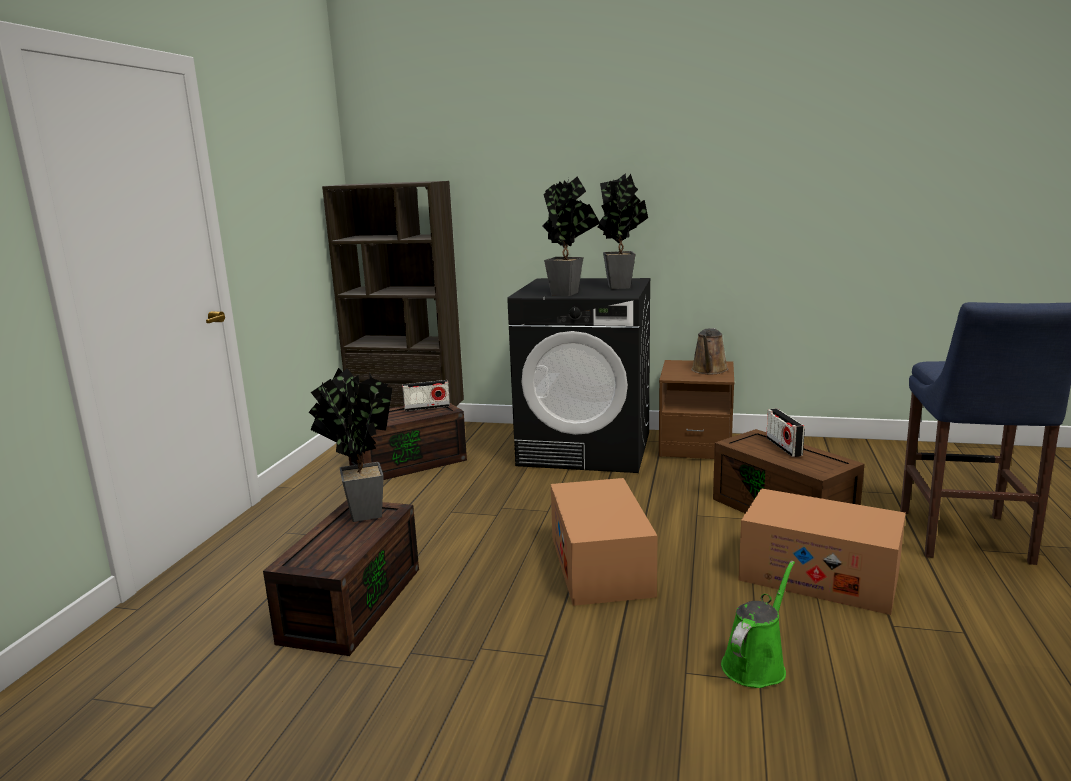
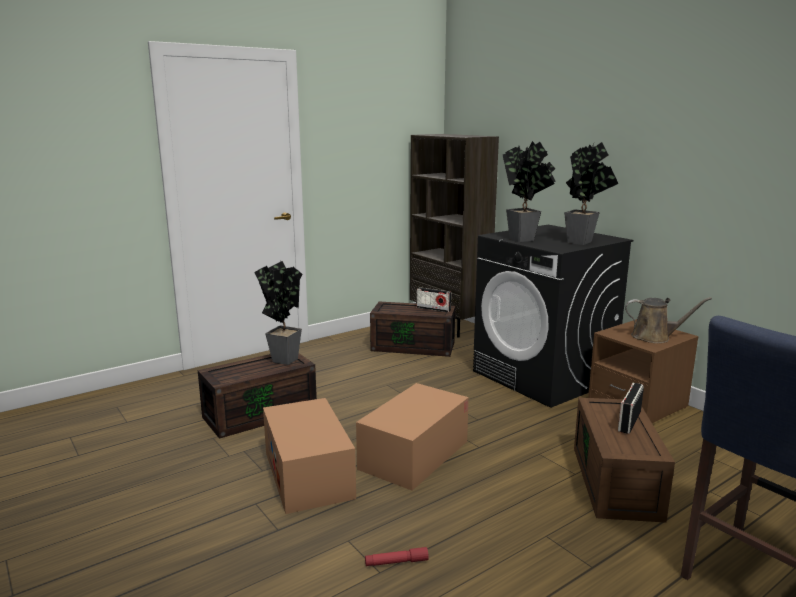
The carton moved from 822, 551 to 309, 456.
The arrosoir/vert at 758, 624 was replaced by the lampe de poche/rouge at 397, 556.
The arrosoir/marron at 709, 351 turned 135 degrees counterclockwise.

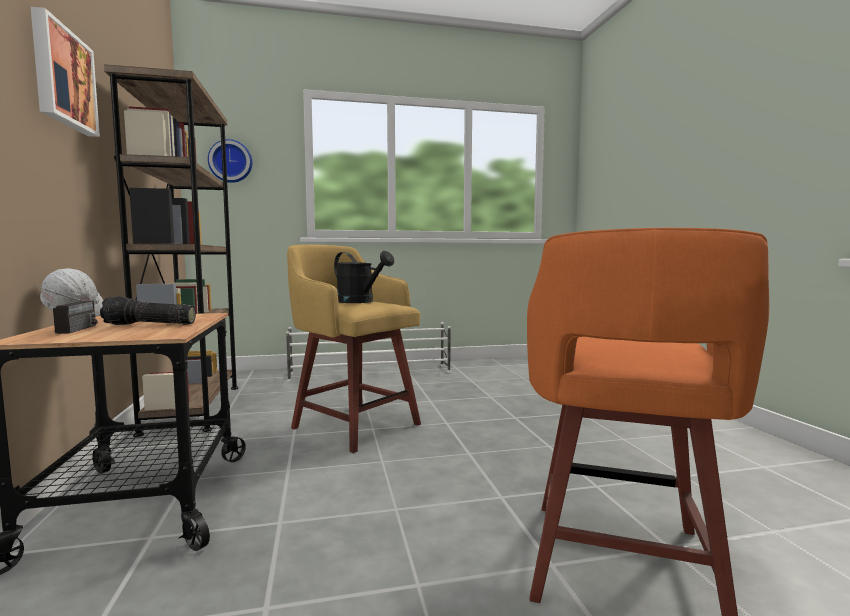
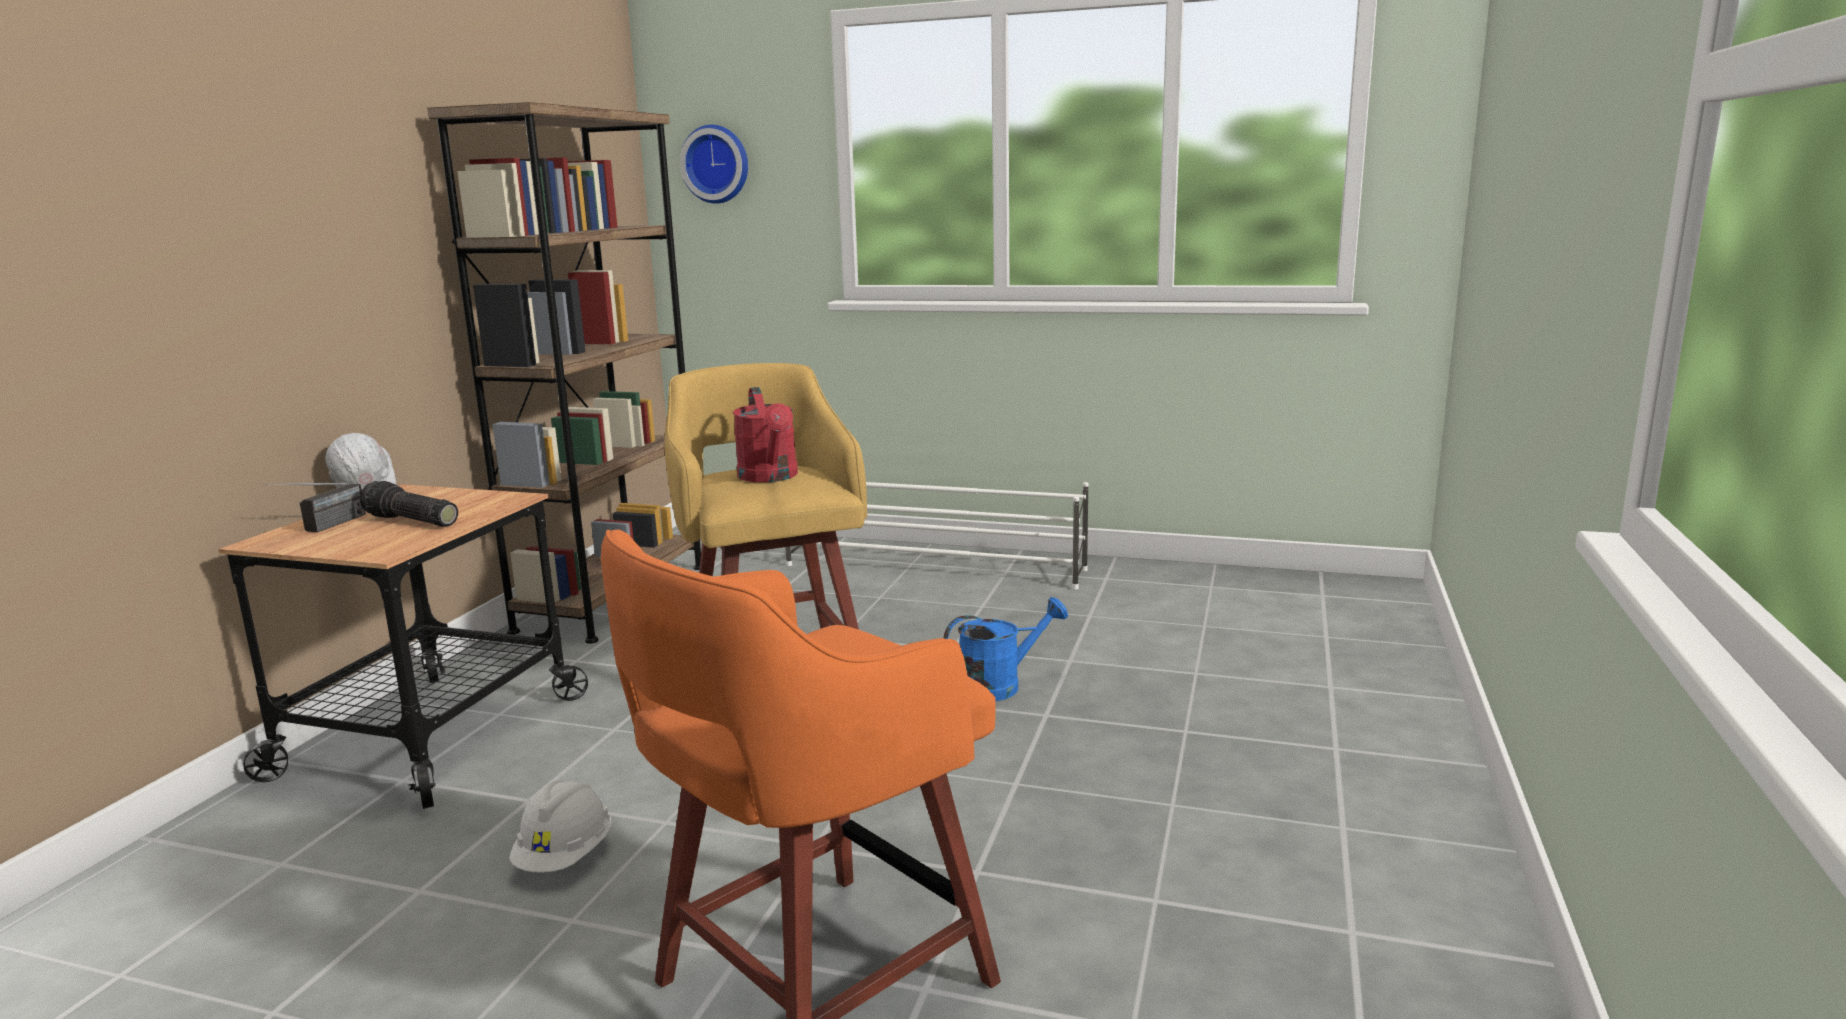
The casque de chantier/blanc at 560, 826 appeared.
The arrosoir/noir at 364, 277 became the arrosoir/rouge at 765, 434.
The arrosoir/bleu at 1006, 649 appeared.
The tableau at 65, 72 disappeared.

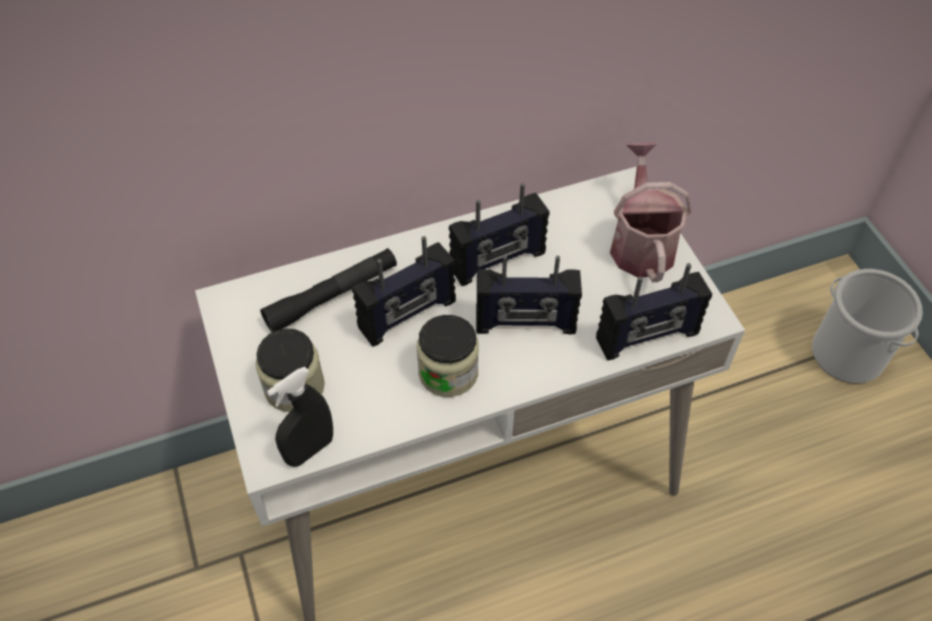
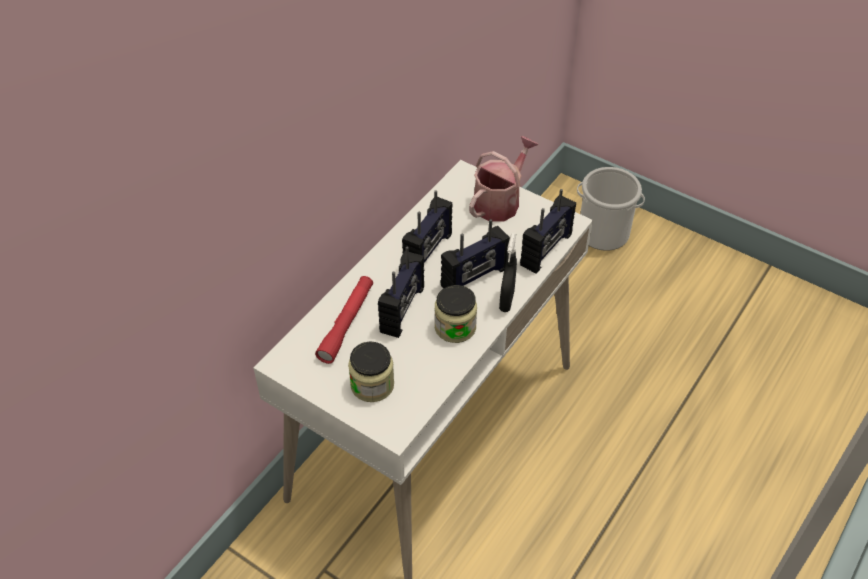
The lampe de poche/noir at 328, 290 became the lampe de poche/rouge at 344, 320.
The arrosoir at 651, 212 turned 75 degrees clockwise.
The vaporisateur/noir moved from 300, 417 to 508, 272.

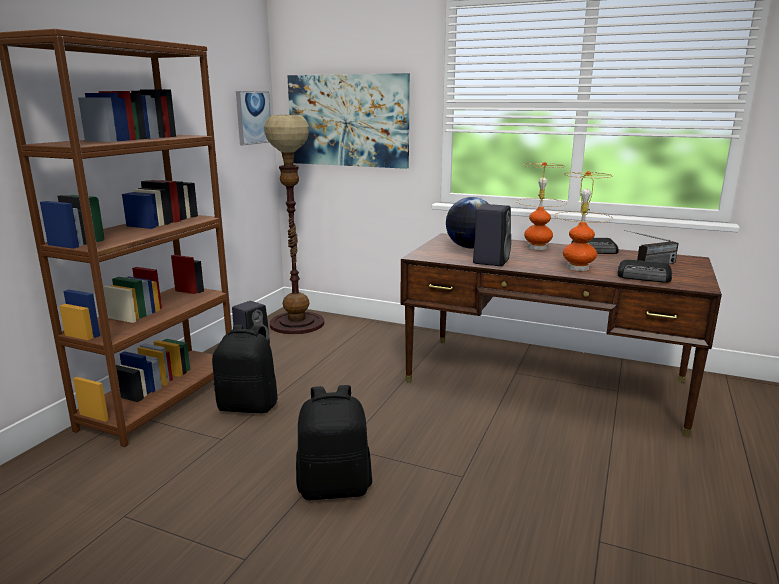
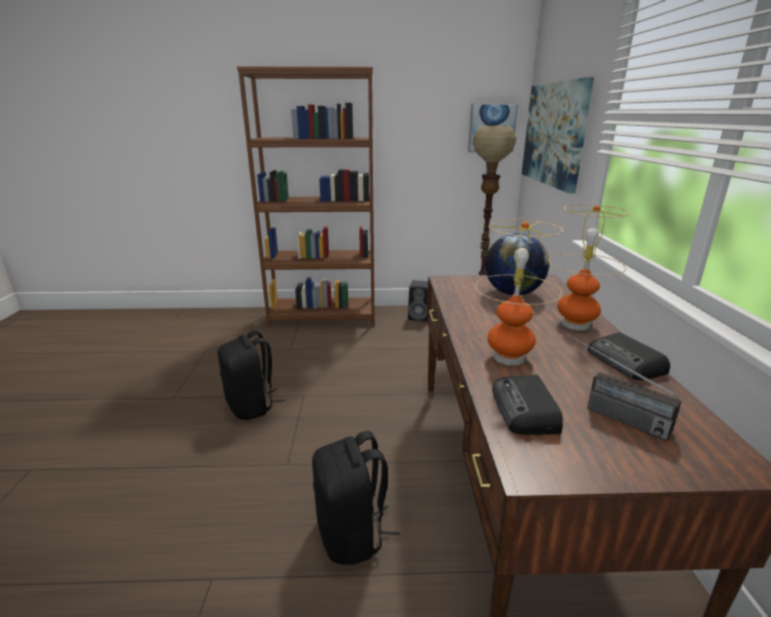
The sac à dos/noir moved from 245, 369 to 356, 498.
The enceinte/noir at 492, 235 disappeared.

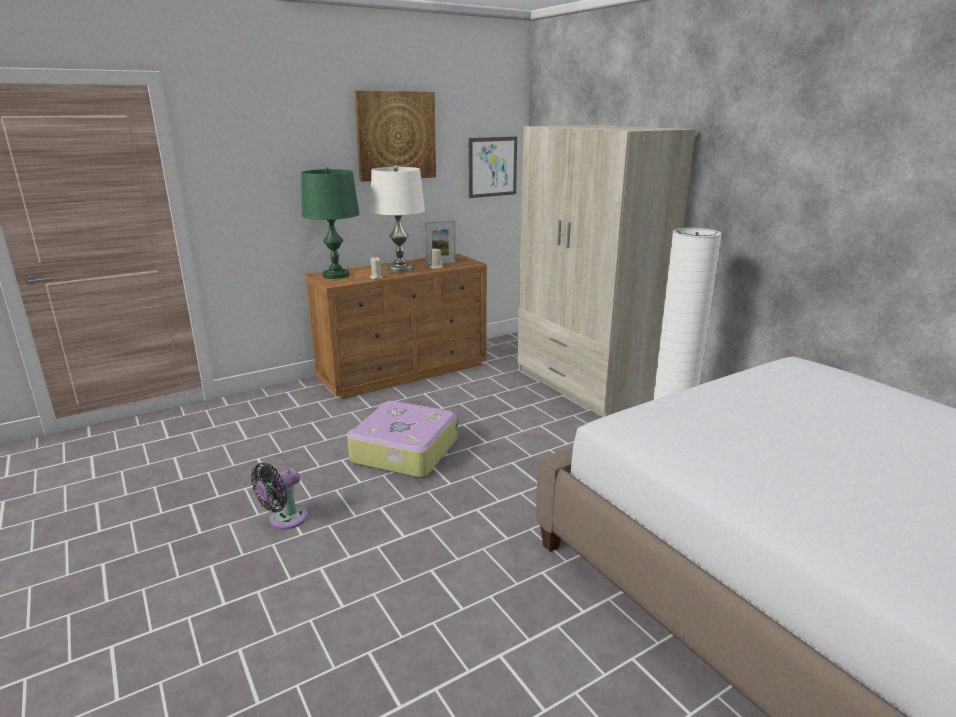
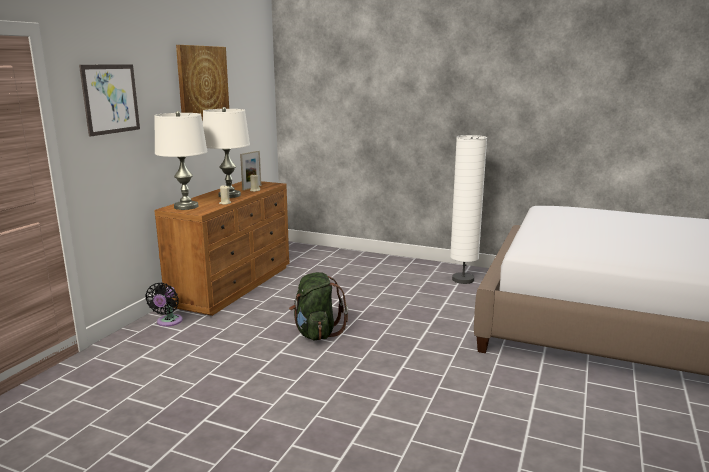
The tableau moved from 492, 167 to 109, 100.
The ventilateur/noir moved from 279, 496 to 164, 305.
The lampe de table/vert at 330, 223 became the lampe de table/blanc at 180, 160.
The valise at 402, 439 was replaced by the sac à dos/vert at 318, 306.
The armoire/beige at 606, 271 disappeared.

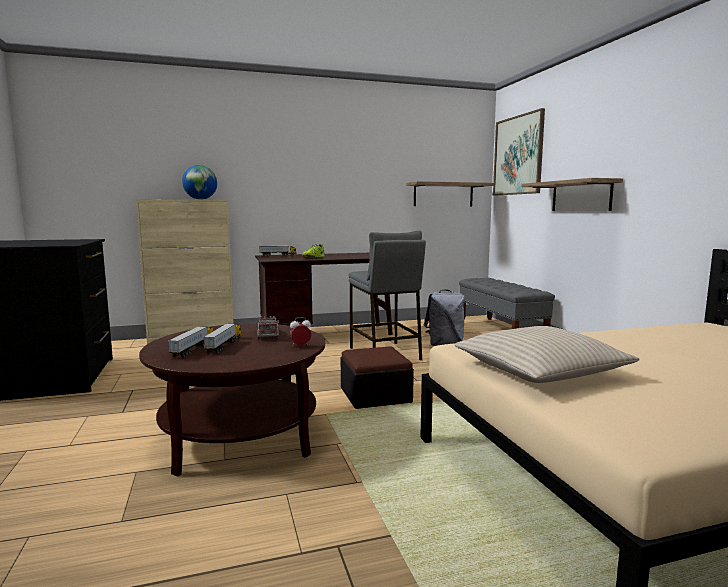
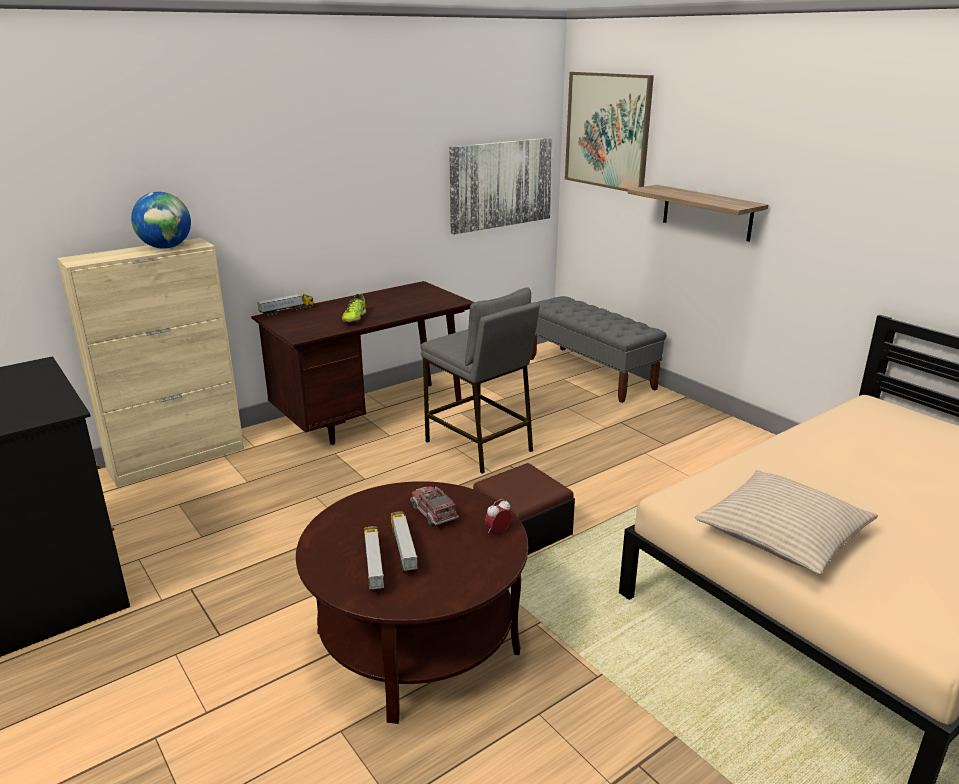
The étagère at 450, 193 was replaced by the tableau at 501, 186.
The sac à dos/gris at 444, 317 disappeared.

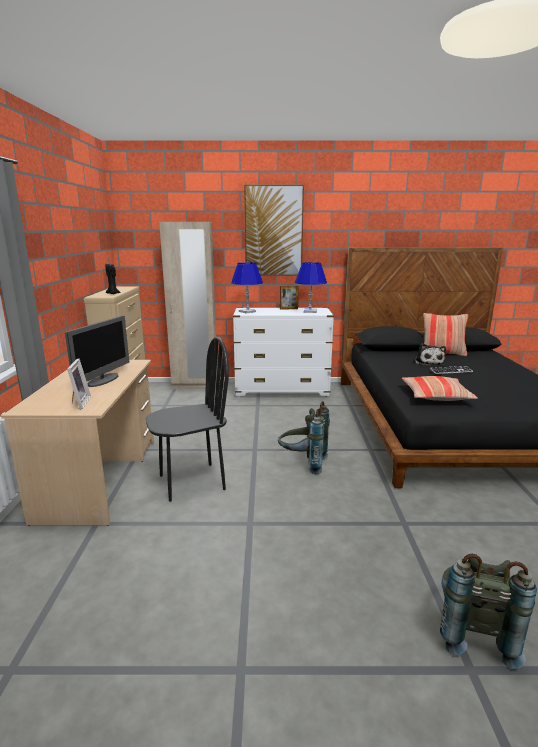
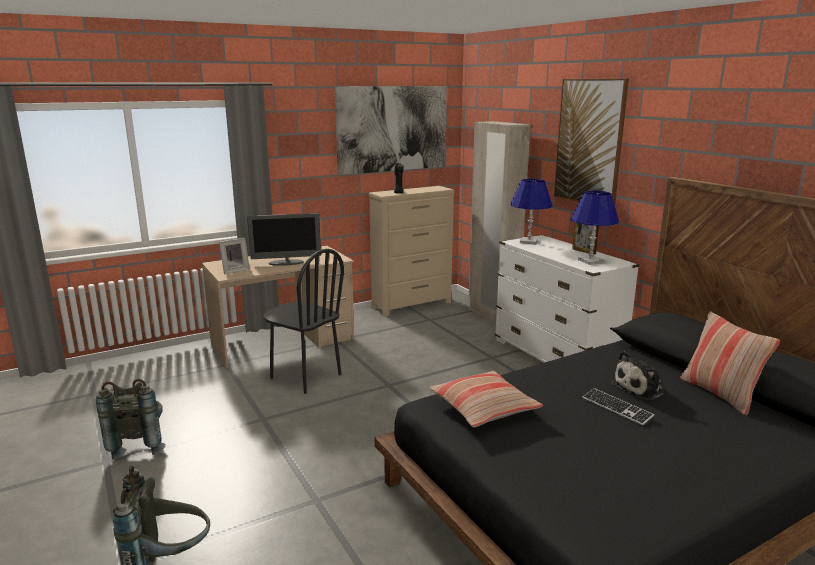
The sac à dos/gris moved from 304, 438 to 131, 419.
The tableau at 391, 130 appeared.

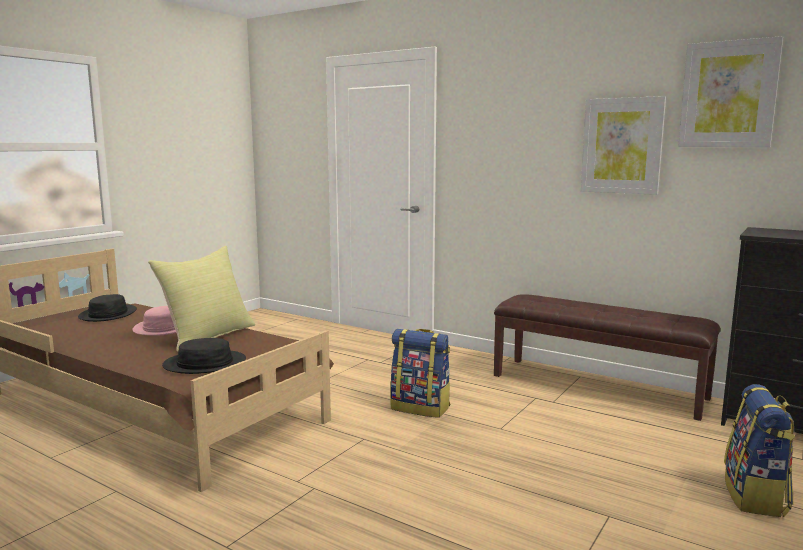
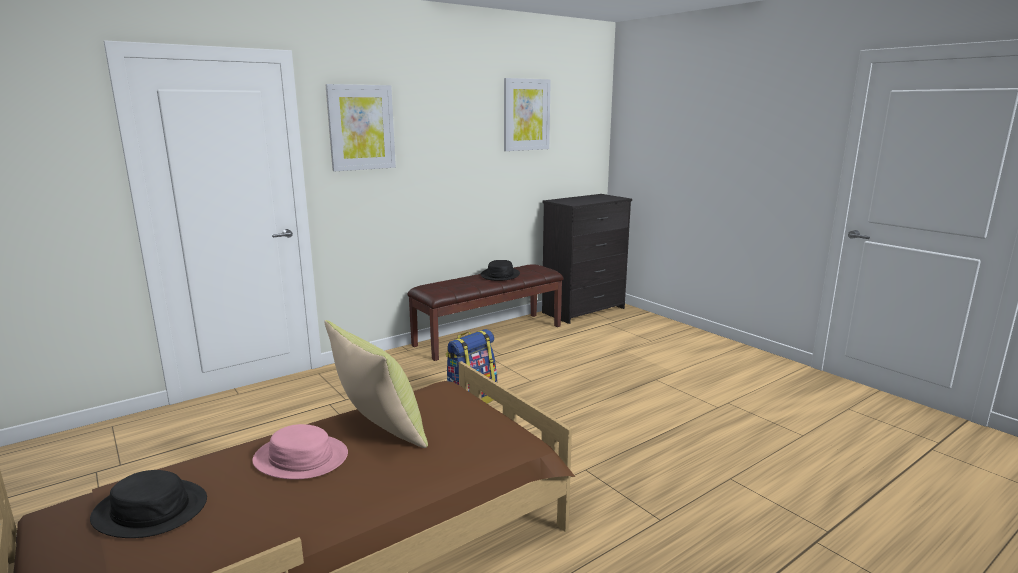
The tableau moved from 623, 145 to 360, 127.
The chapeau/noir moved from 204, 356 to 500, 270.
The sac à dos at 759, 450 disappeared.

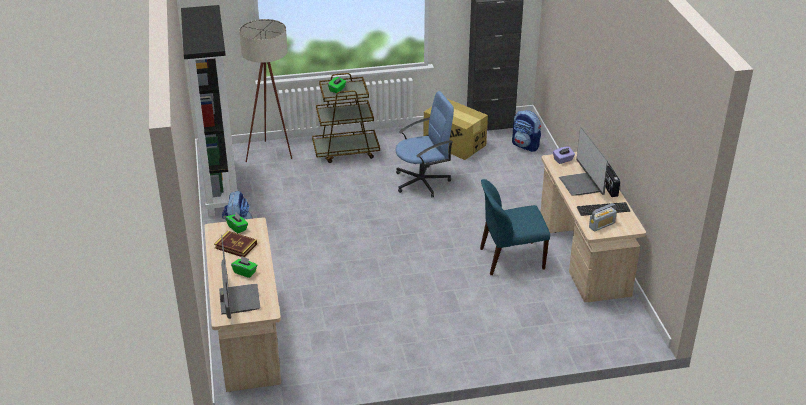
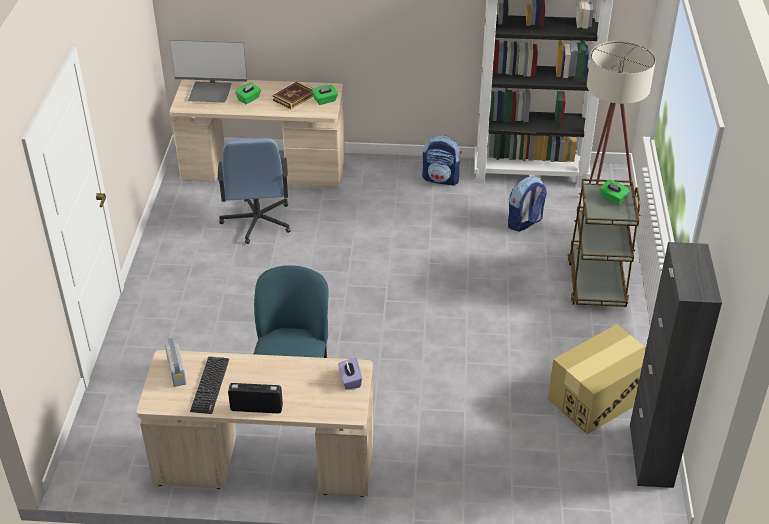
The chaise de bureau/bleu moved from 425, 144 to 254, 191.
The sac à dos moved from 526, 131 to 527, 204.
The écran d'ordinateur at 583, 161 disappeared.

